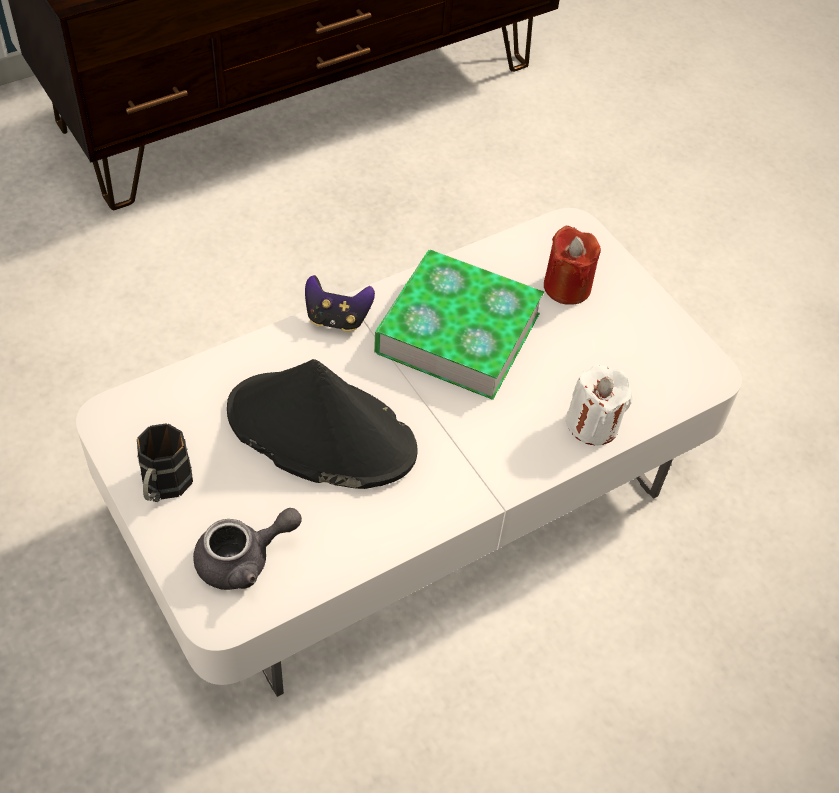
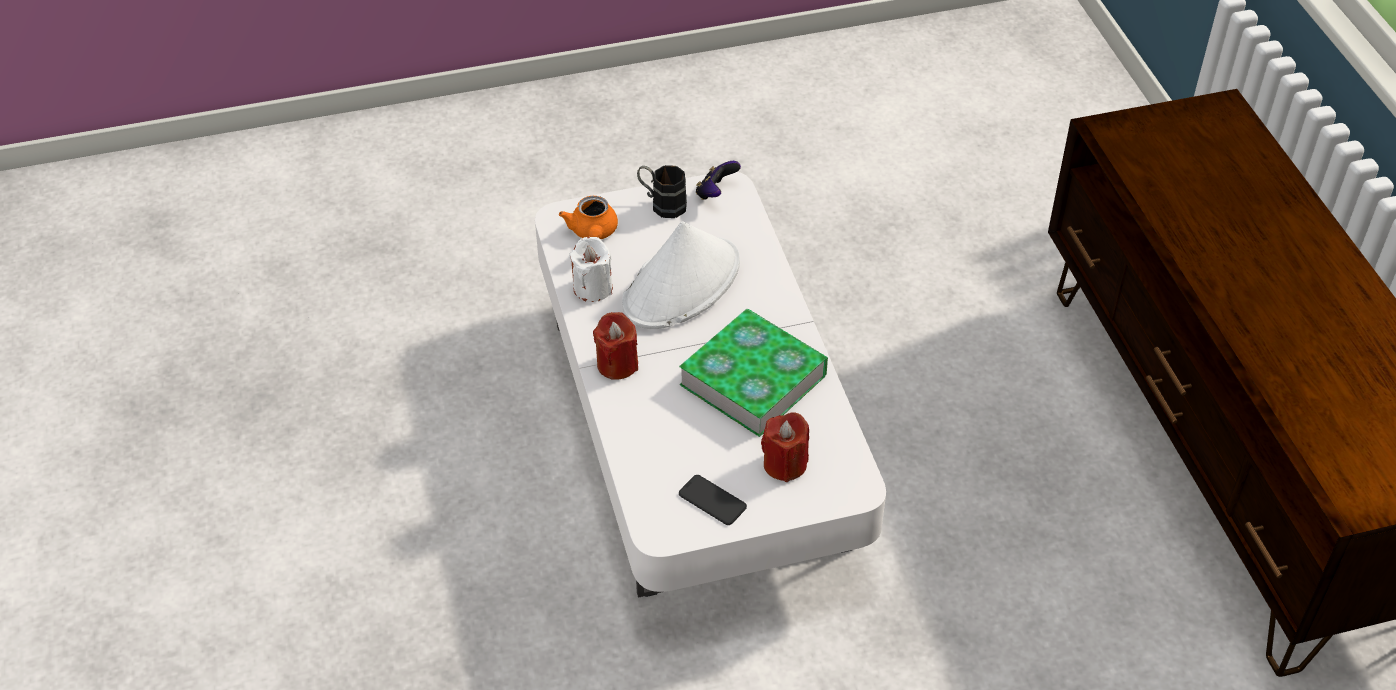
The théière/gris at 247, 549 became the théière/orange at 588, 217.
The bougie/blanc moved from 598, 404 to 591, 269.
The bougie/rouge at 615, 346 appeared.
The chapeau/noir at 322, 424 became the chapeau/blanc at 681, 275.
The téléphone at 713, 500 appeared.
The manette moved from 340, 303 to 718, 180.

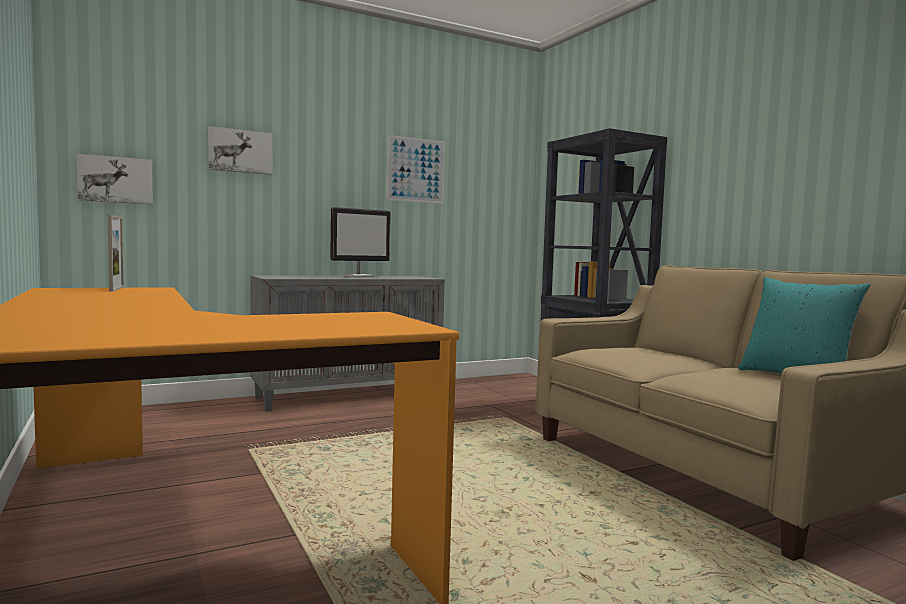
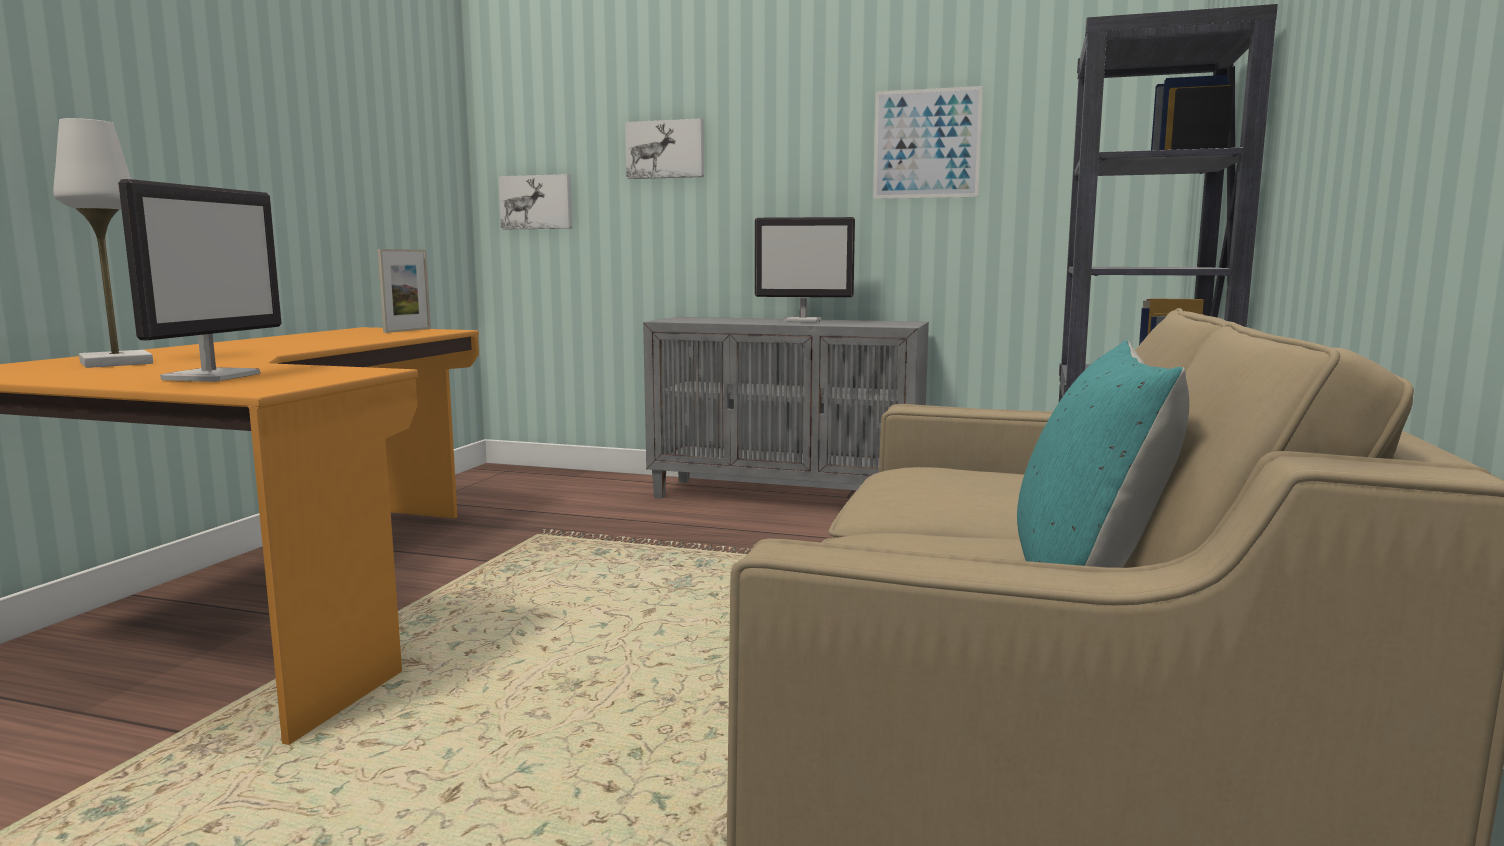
The lampe de table/blanc at 103, 243 appeared.
The écran d'ordinateur at 200, 280 appeared.

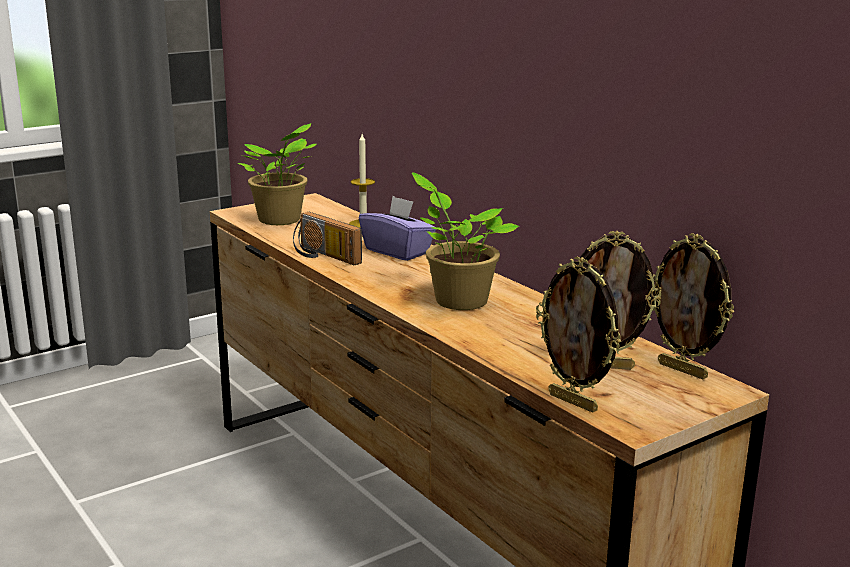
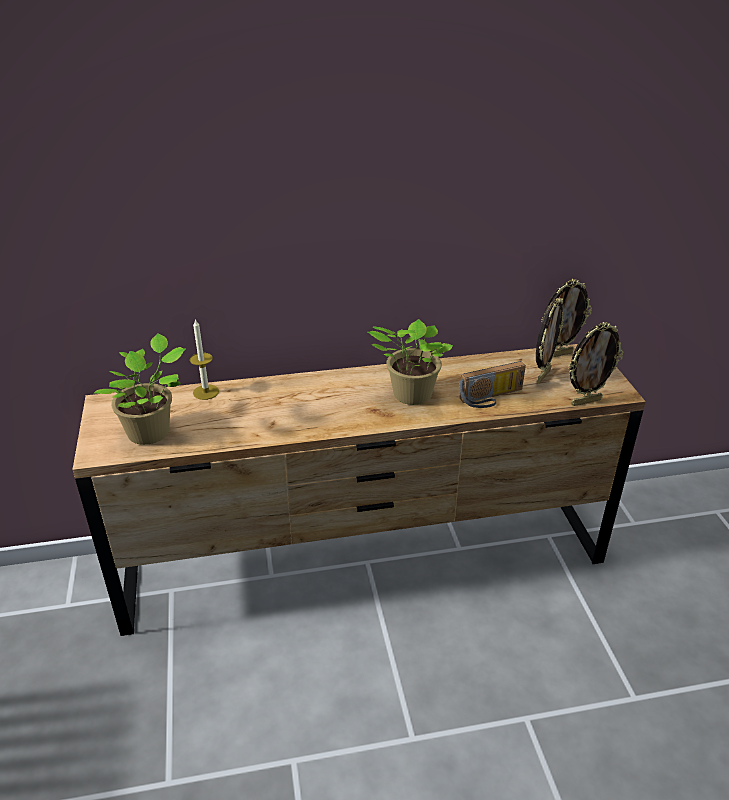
The radio moved from 327, 238 to 492, 384.
The boîte à mouchoirs/violet at 398, 228 disappeared.

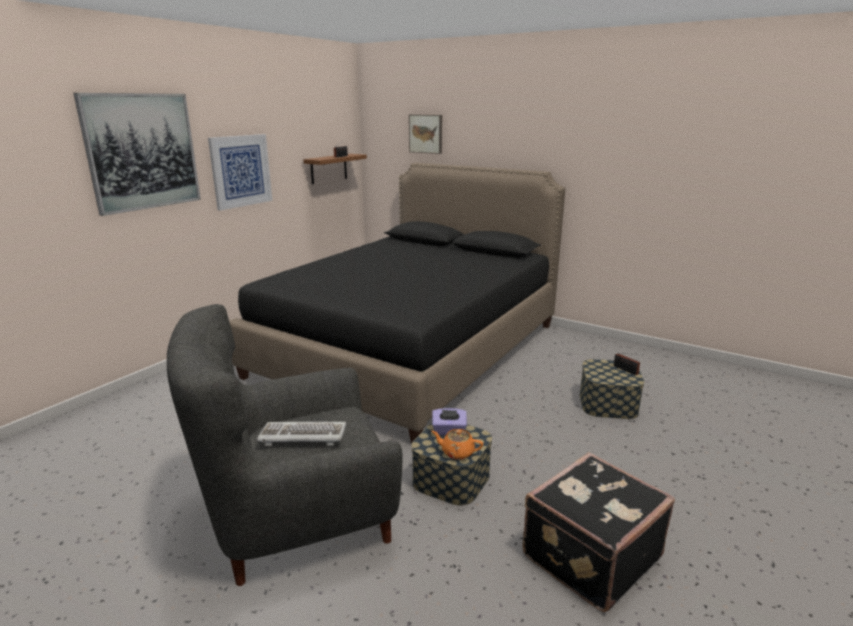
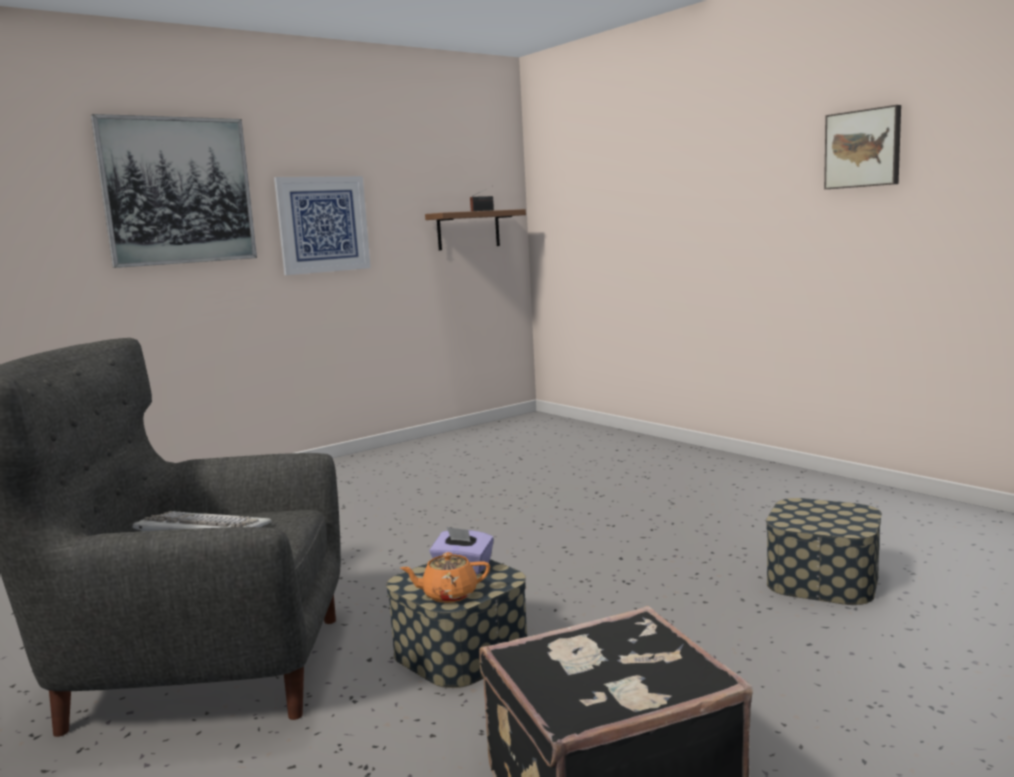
The théière/orange at 457, 444 turned 45 degrees counterclockwise.
The tableau moved from 425, 134 to 862, 147.
The lit/noir at 397, 303 disappeared.
The radio at 629, 364 disappeared.

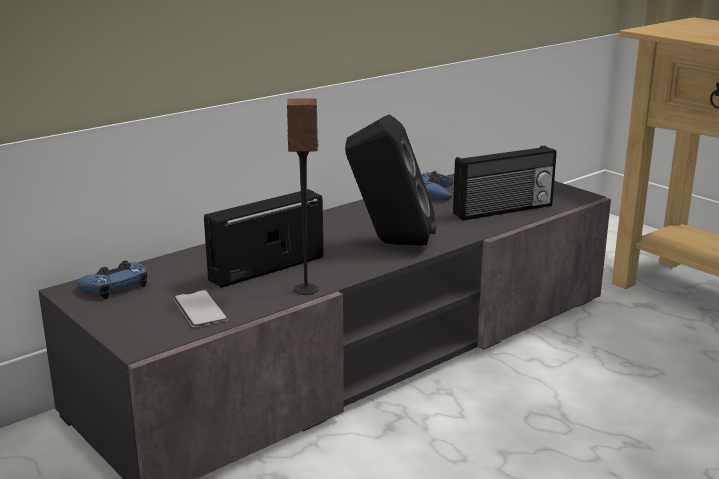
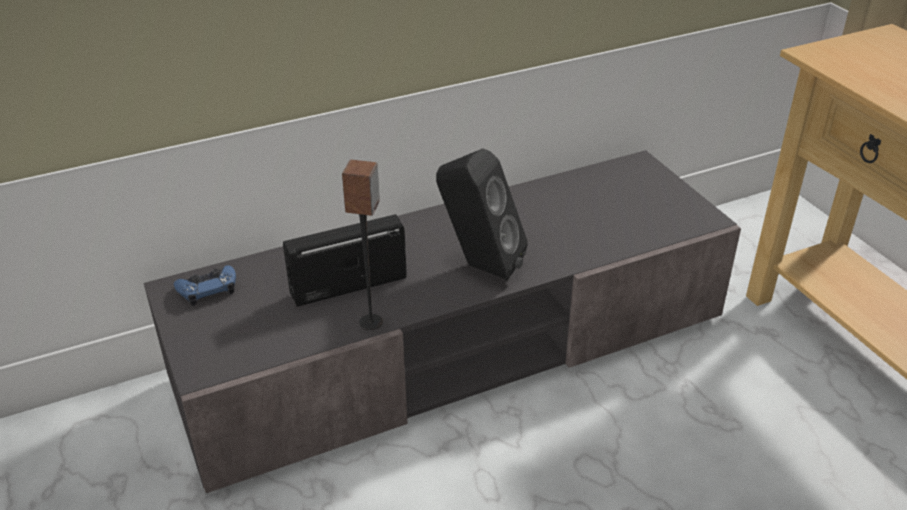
The téléphone at 201, 308 disappeared.
The manette/bleu at 437, 185 disappeared.
The radio at 505, 183 disappeared.

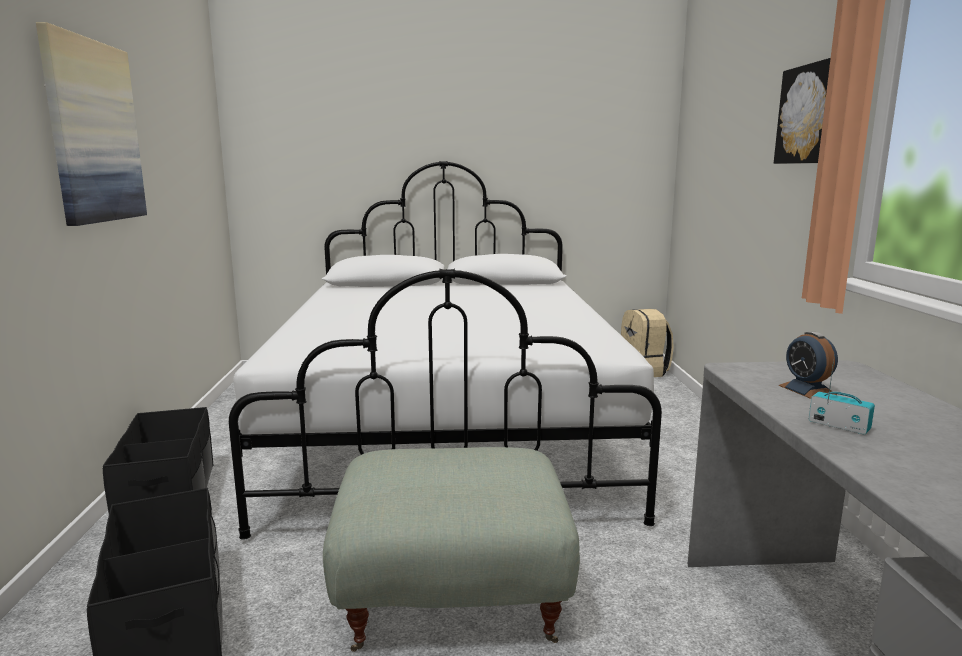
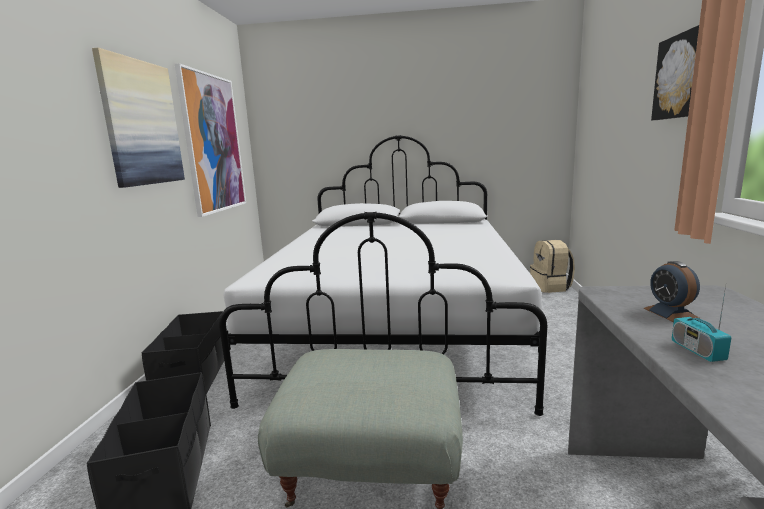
The tableau at 210, 140 appeared.
The radio at 842, 393 turned 150 degrees counterclockwise.

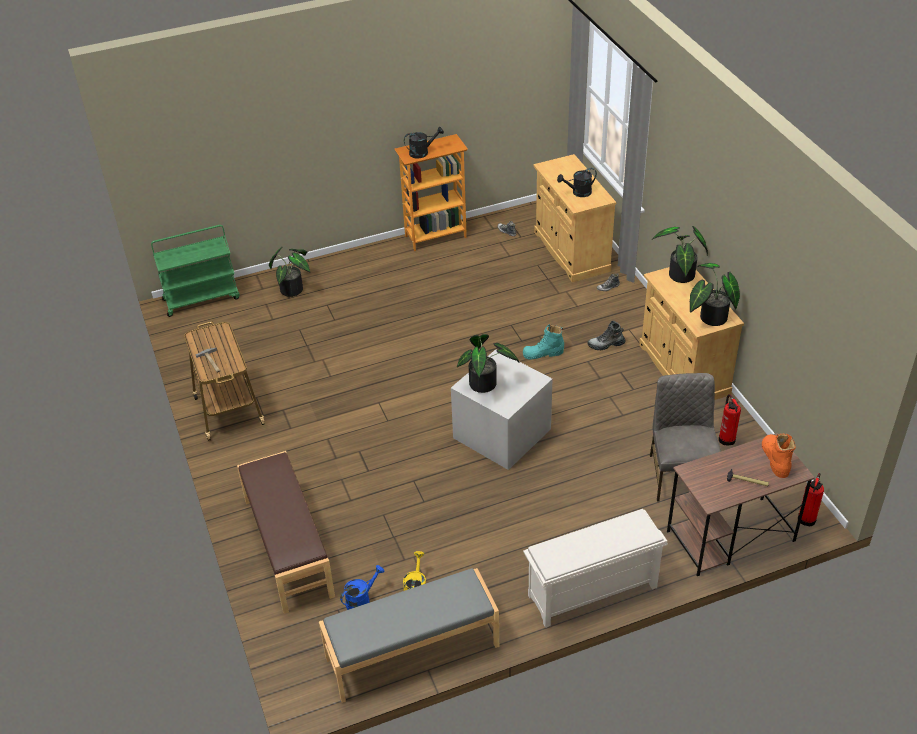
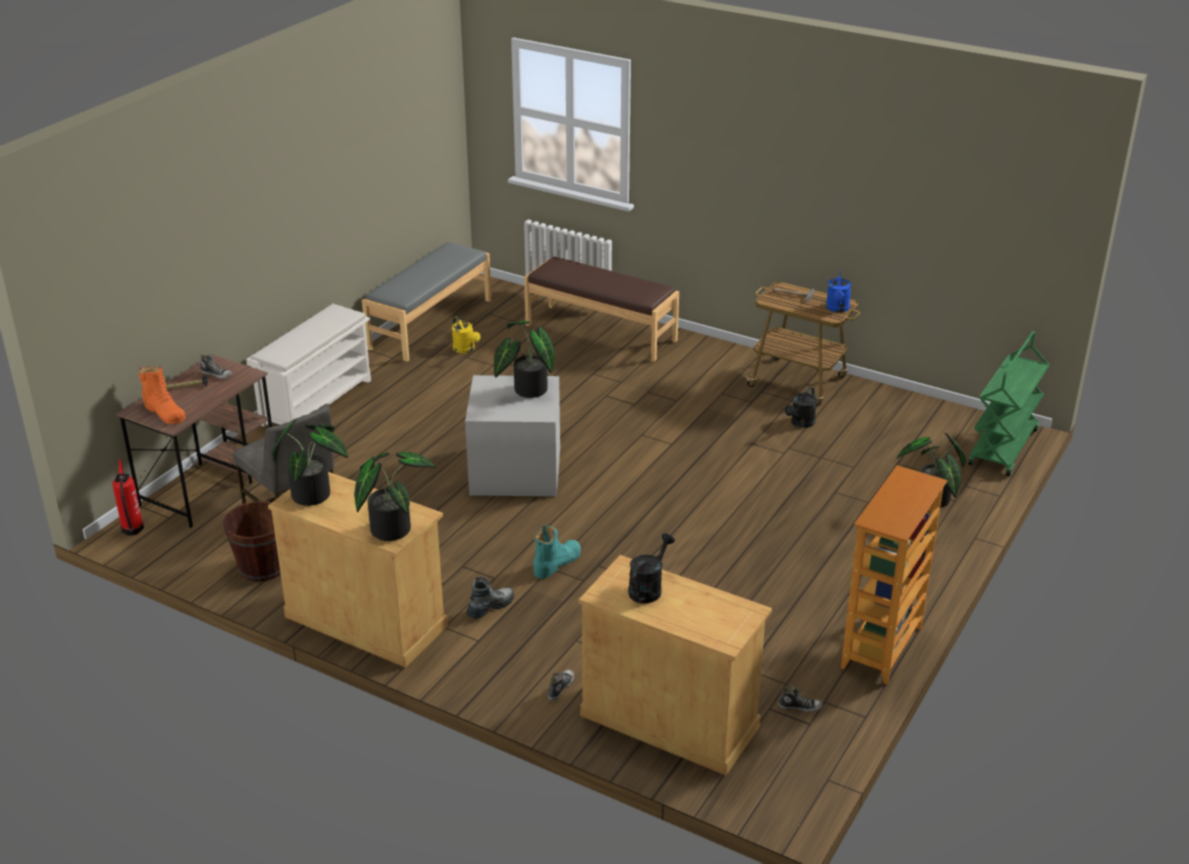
The chaussure at 216, 366 appeared.
The extincteur at 730, 420 was replaced by the seau/marron at 252, 541.
The arrosoir/noir moved from 424, 142 to 801, 407.
The arrosoir/bleu moved from 362, 587 to 838, 292.

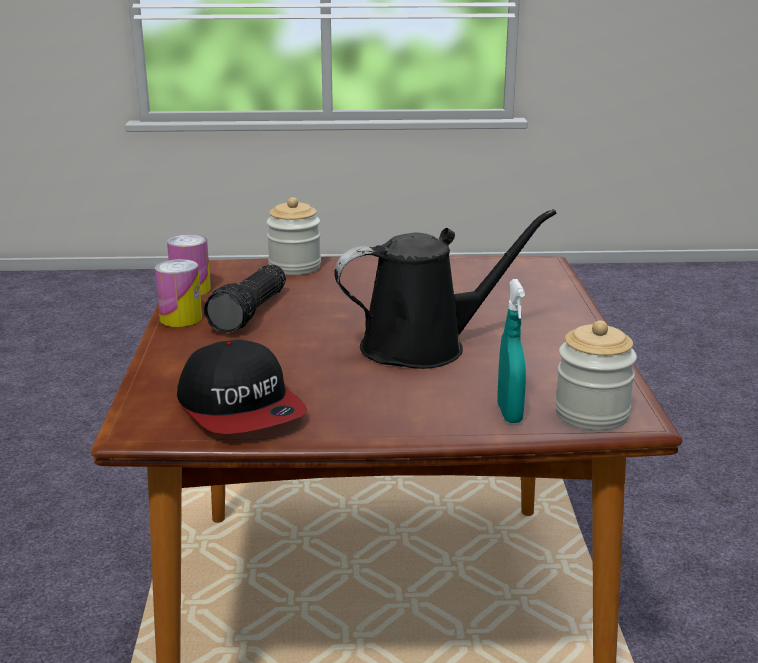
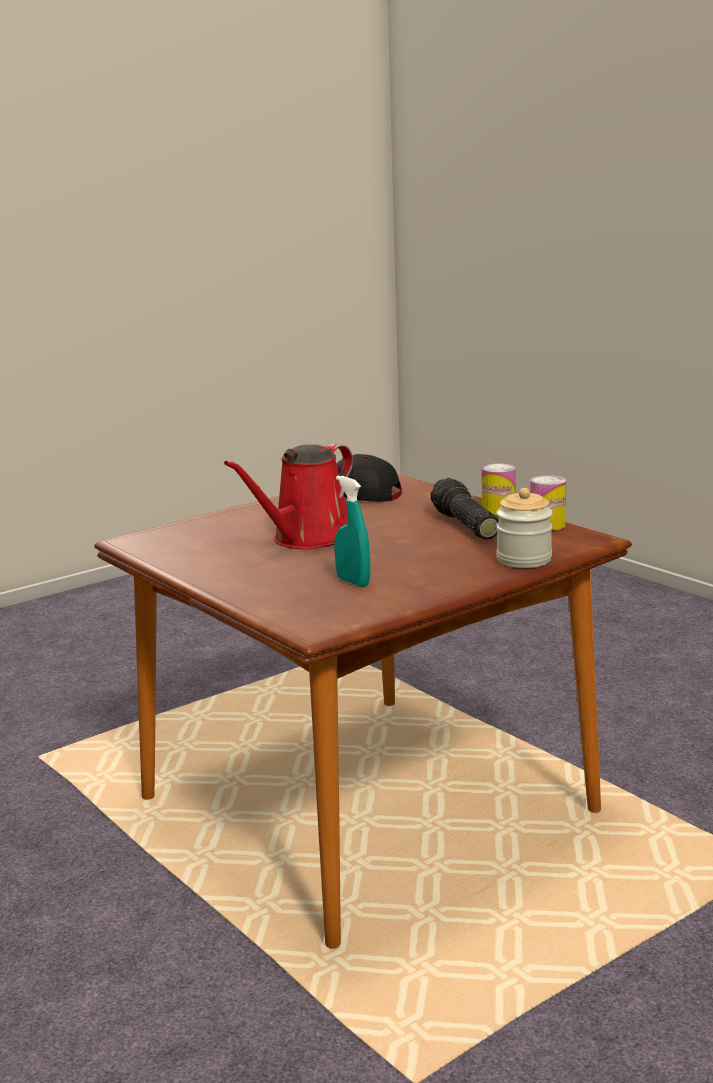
The arrosoir/noir at 445, 289 became the arrosoir/rouge at 288, 496.
The vaporisateur/turquoise moved from 511, 351 to 352, 531.
The bocal at 596, 375 disappeared.

